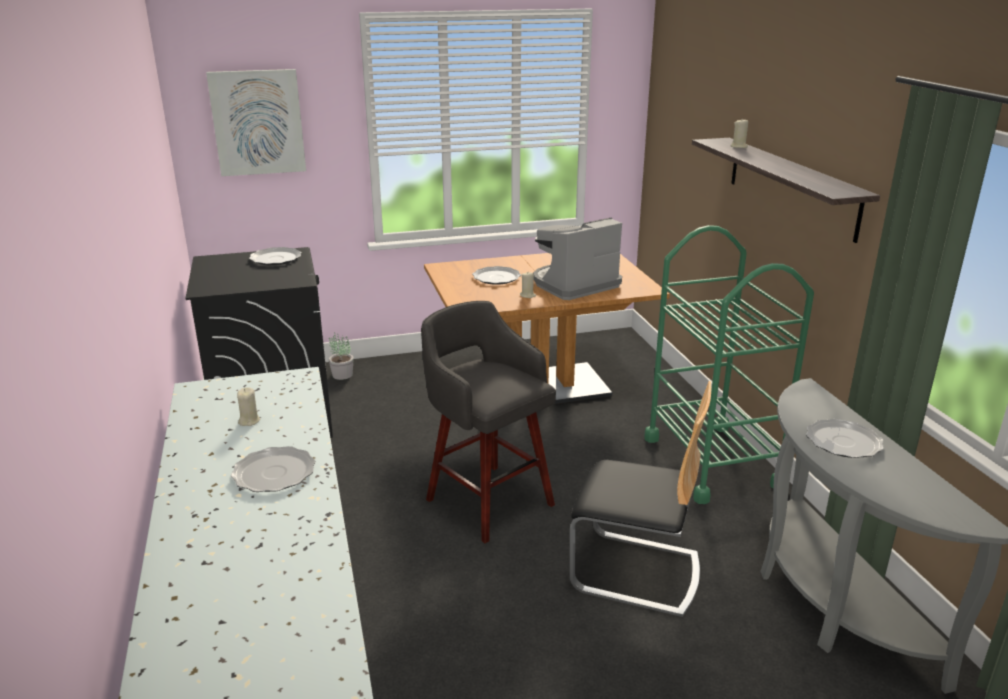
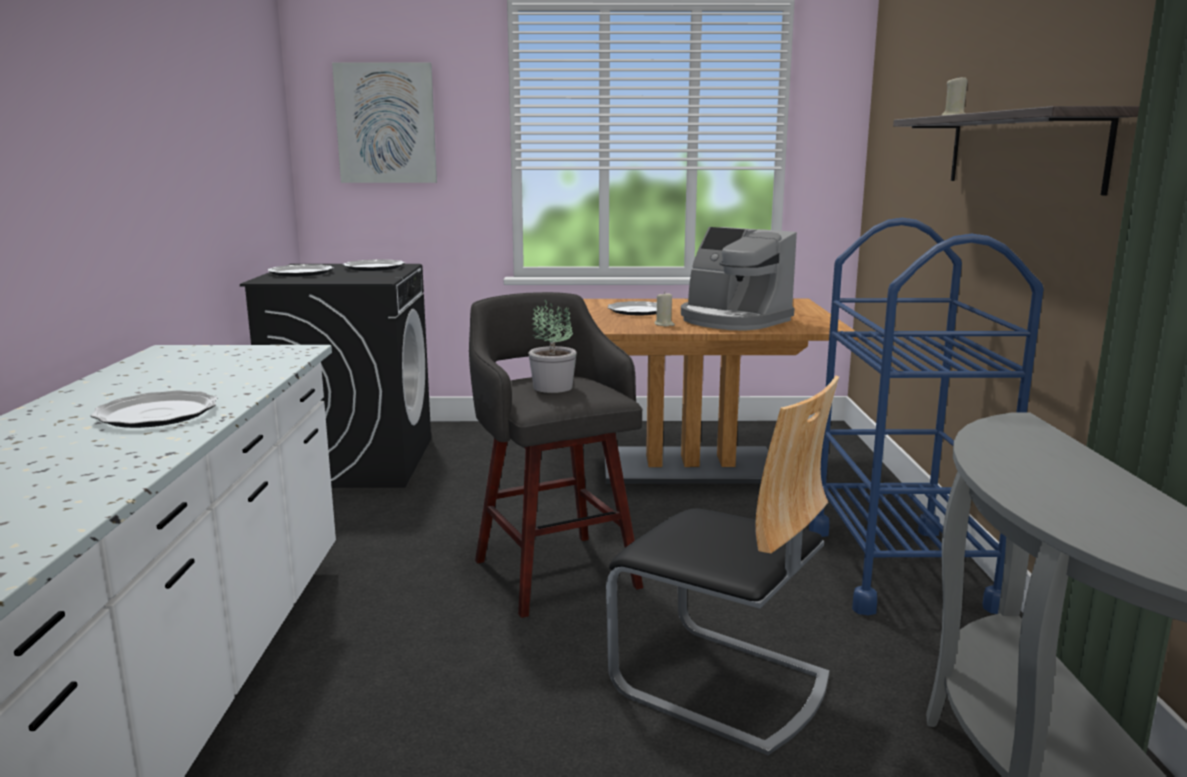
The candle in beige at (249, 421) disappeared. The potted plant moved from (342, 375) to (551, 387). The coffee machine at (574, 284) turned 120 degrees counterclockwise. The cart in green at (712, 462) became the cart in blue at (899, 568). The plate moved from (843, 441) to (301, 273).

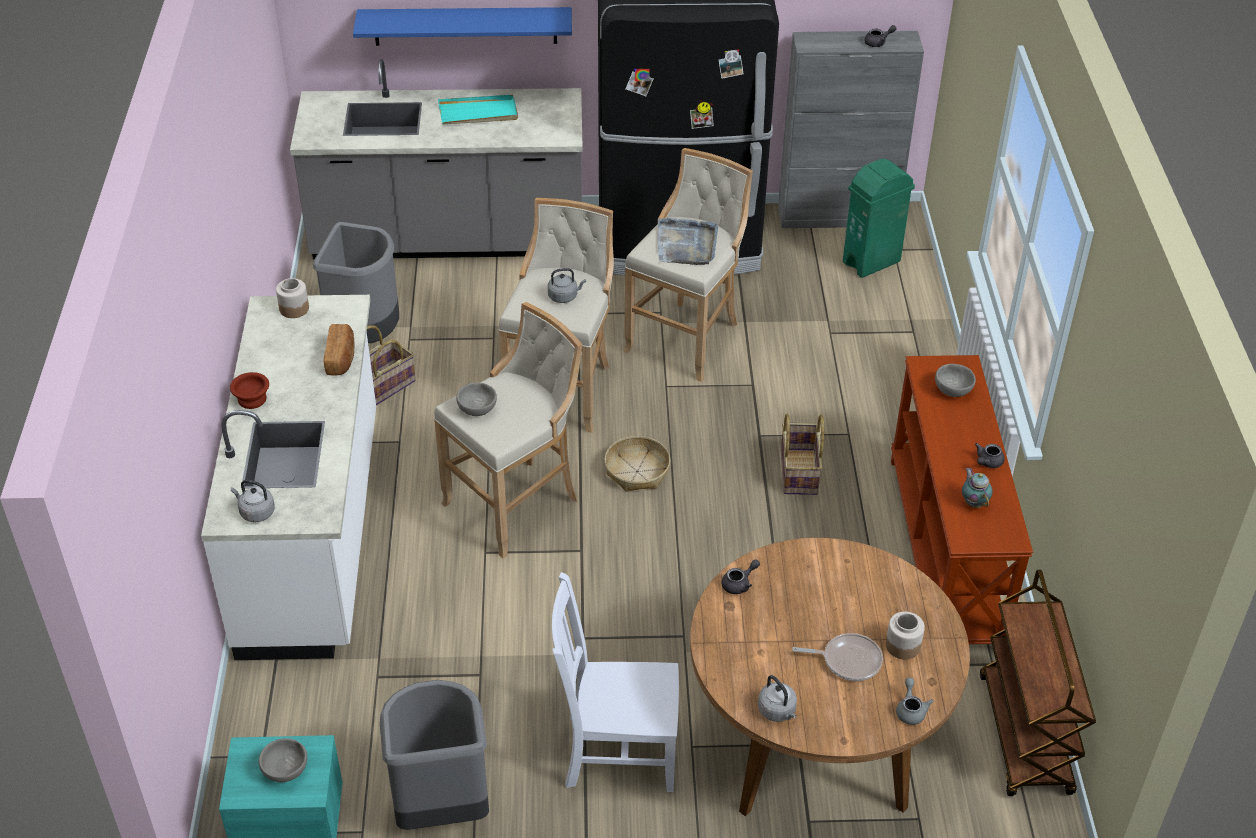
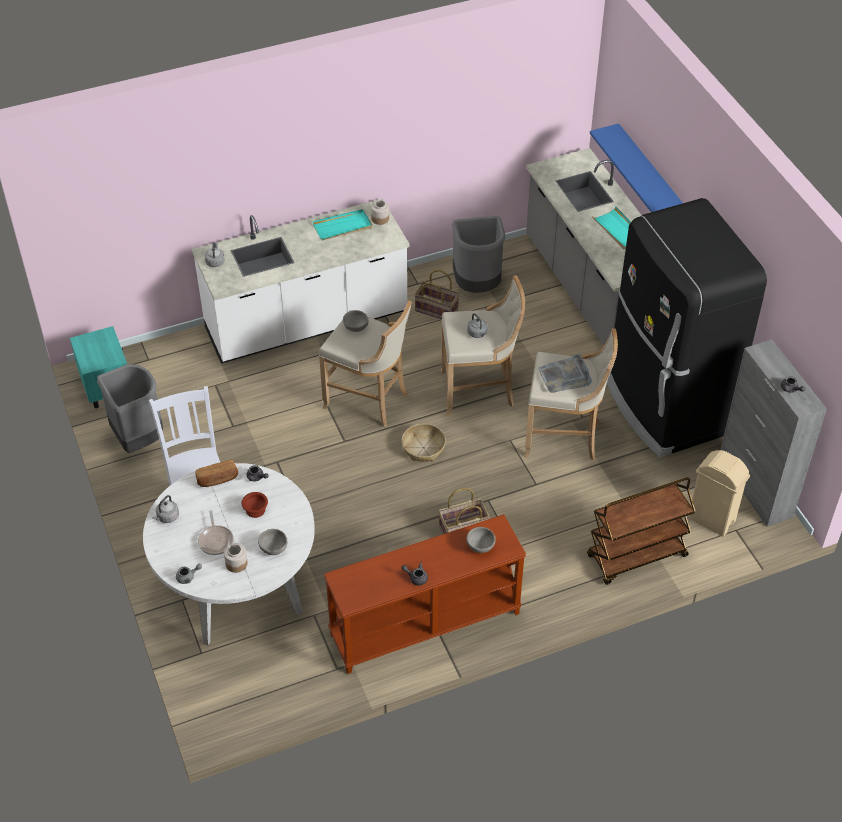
The bowl in brown moved from (251, 398) to (256, 509). The bowl in grey moved from (284, 770) to (273, 547). The bread moved from (341, 358) to (217, 479). The dining table in brown at (814, 744) became the dining table in white at (238, 590). The trash can in green at (872, 262) became the trash can in beige at (712, 520). The teapot at (973, 502) disappeared. The cart in brown moved from (1025, 735) to (636, 557). The tray in turquoise at (343, 227) appeared.

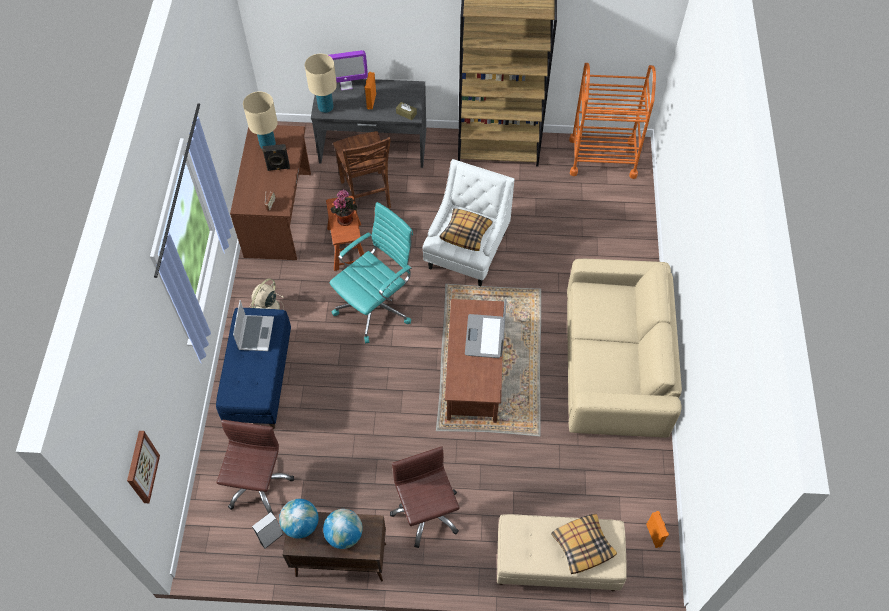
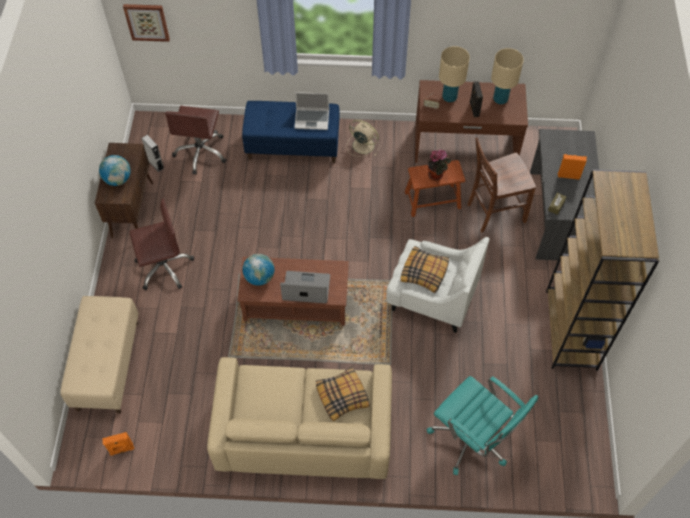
The office chair in brown at (257, 484) turned 90 degrees clockwise. The globe moved from (301, 525) to (259, 277). The table lamp in beige moved from (325, 108) to (449, 97). The monitor at (346, 85) disappeared. The office chair in turquoise moved from (376, 306) to (473, 439). The pillow moved from (582, 545) to (343, 396). The cart in orange at (602, 157) disappeared.

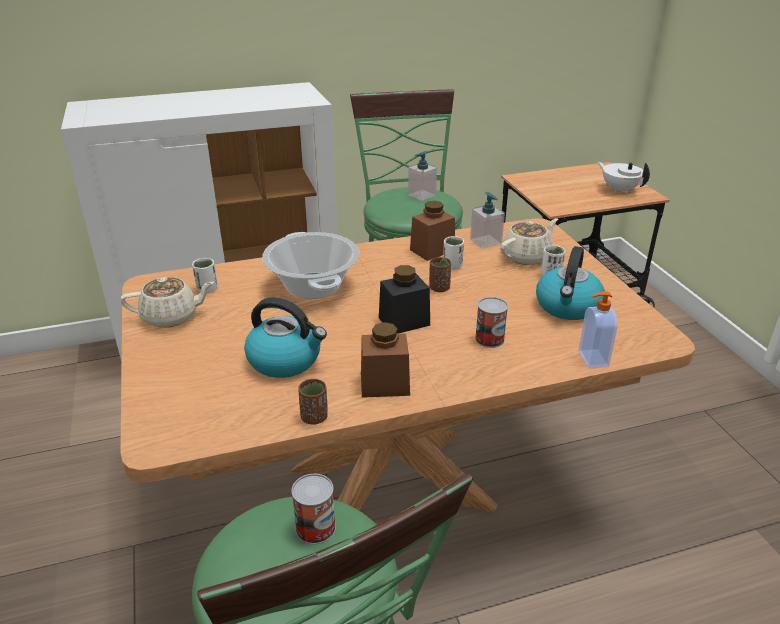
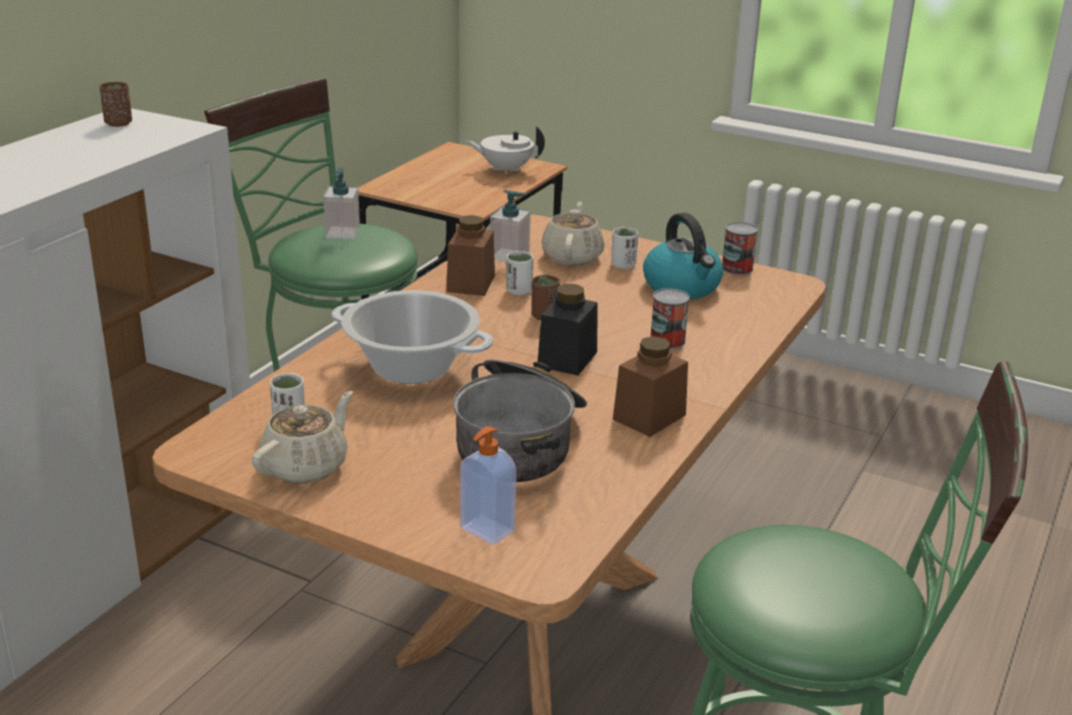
The kettle at (286, 360) was replaced by the cooking pot at (521, 443). The can moved from (315, 528) to (737, 268). The cup in brown moved from (314, 417) to (118, 123). The soap dispenser moved from (592, 359) to (486, 530).

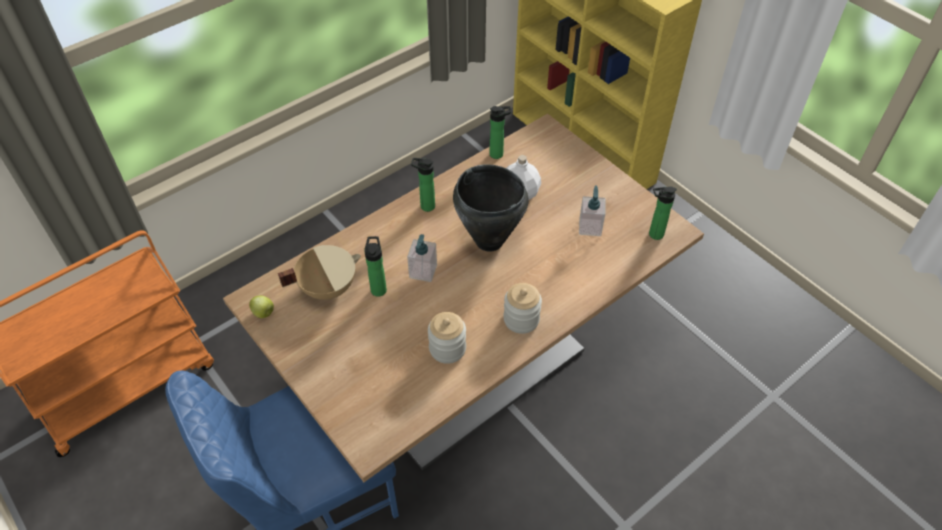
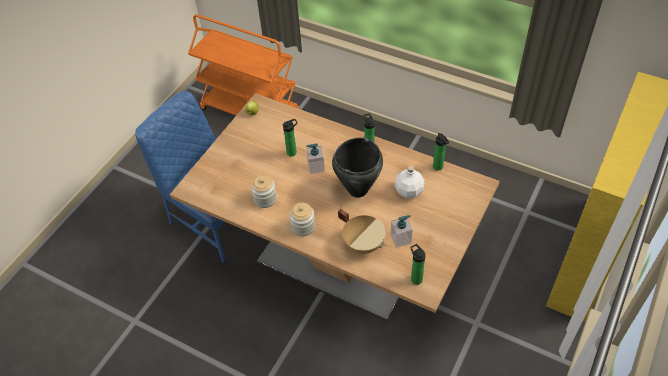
The cooking pot in beige moved from (327, 287) to (364, 243).

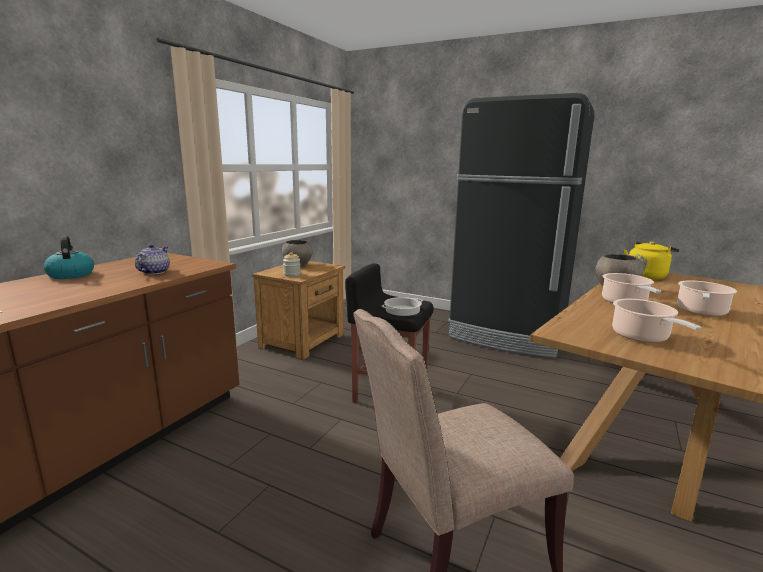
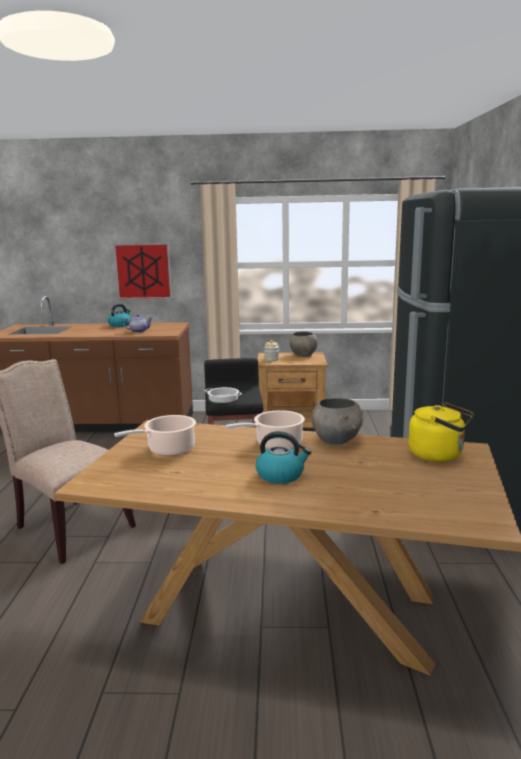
The cooking pot at (701, 312) was replaced by the kettle at (281, 475). The picture at (143, 271) appeared.

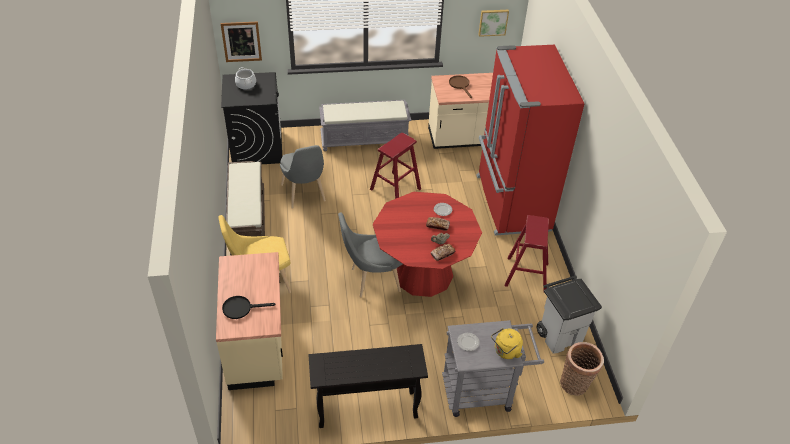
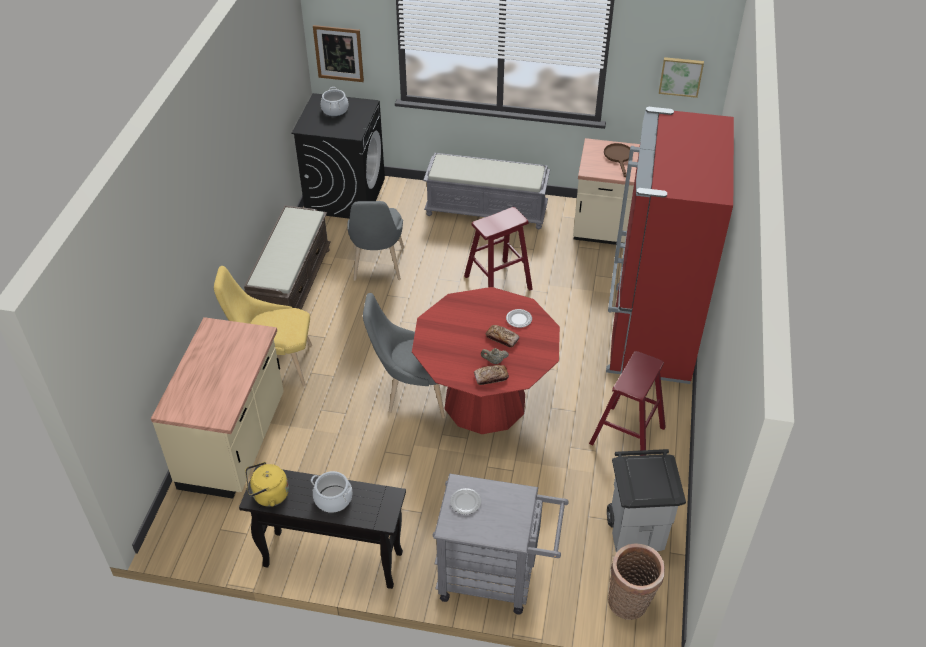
The frying pan in black at (241, 308) disappeared. The kettle in yellow moved from (505, 351) to (268, 495). The cooking pot at (333, 499) appeared.

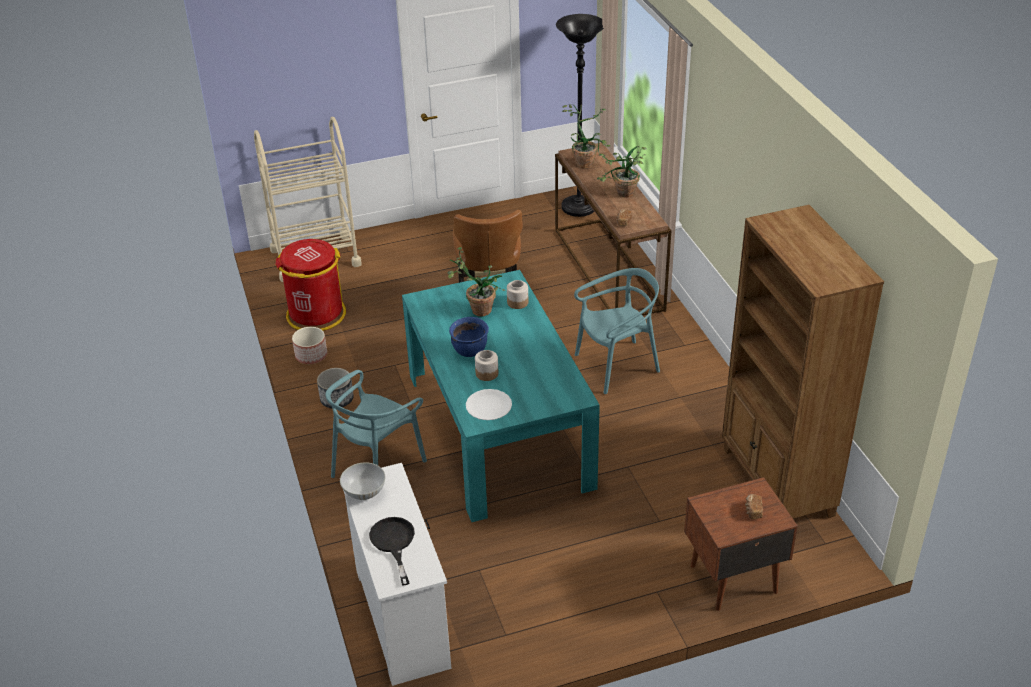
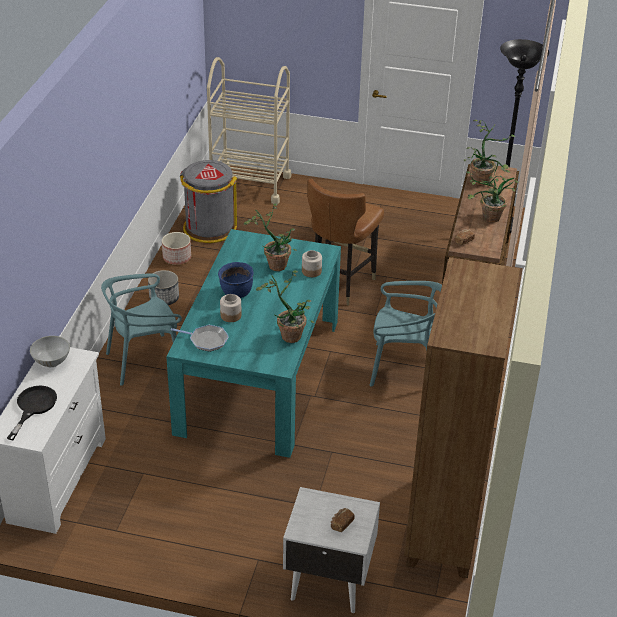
The trash can in red at (316, 314) became the trash can in grey at (209, 228). The plate in white at (488, 406) was replaced by the frying pan at (206, 340). The nightstand in brown at (732, 578) became the nightstand in white at (327, 581). The potted plant at (289, 333) appeared.

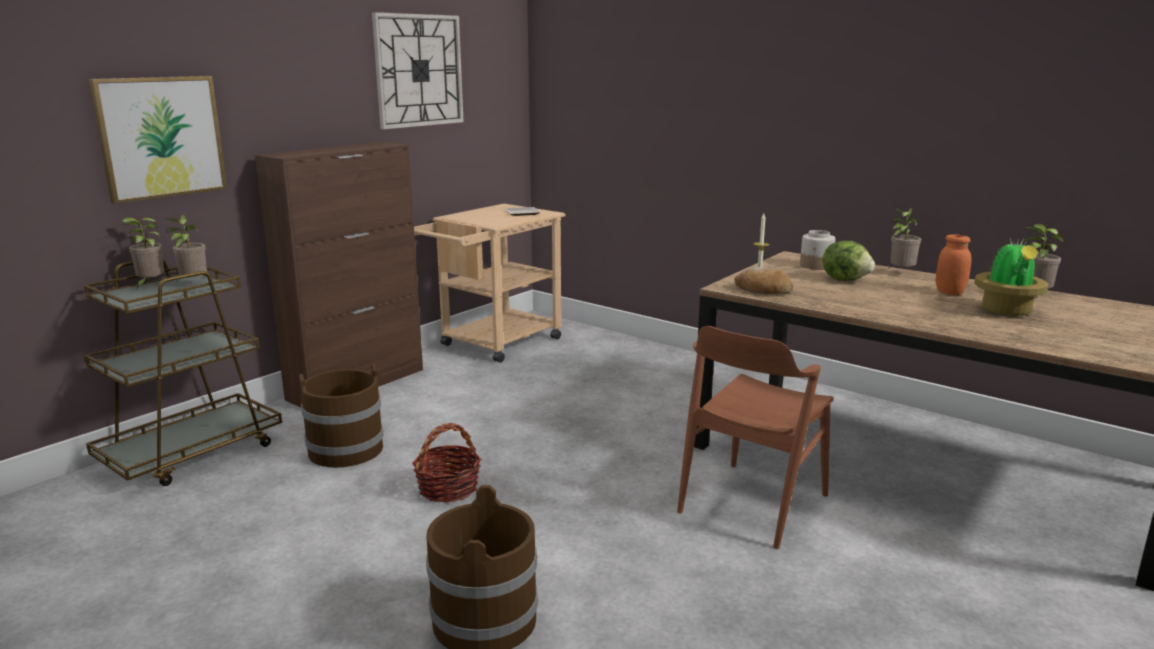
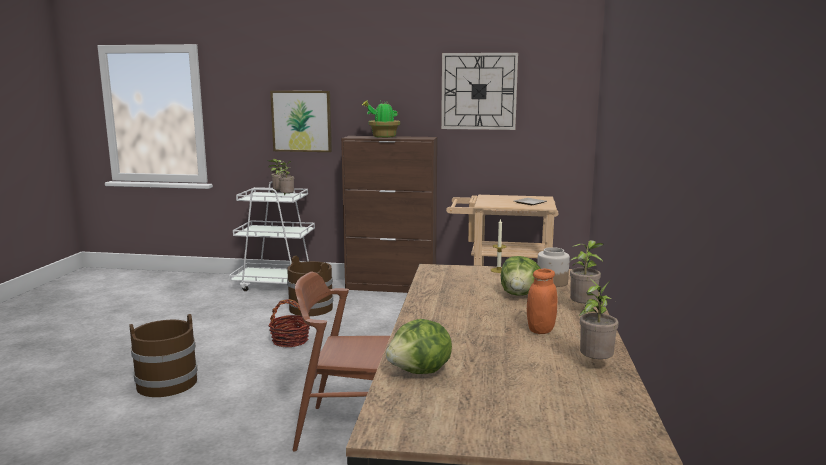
The cart in brown at (192, 453) became the cart in white at (278, 285). The bread at (763, 290) disappeared. The potted plant moved from (1006, 311) to (383, 137). The lettuce at (420, 372) appeared.

